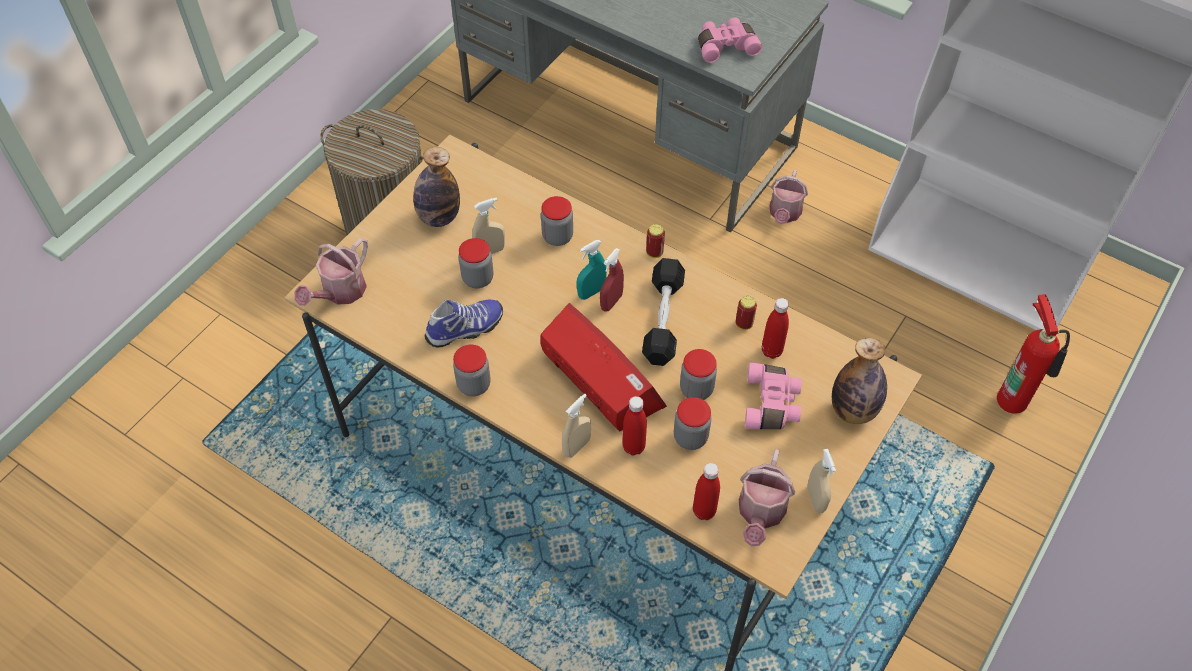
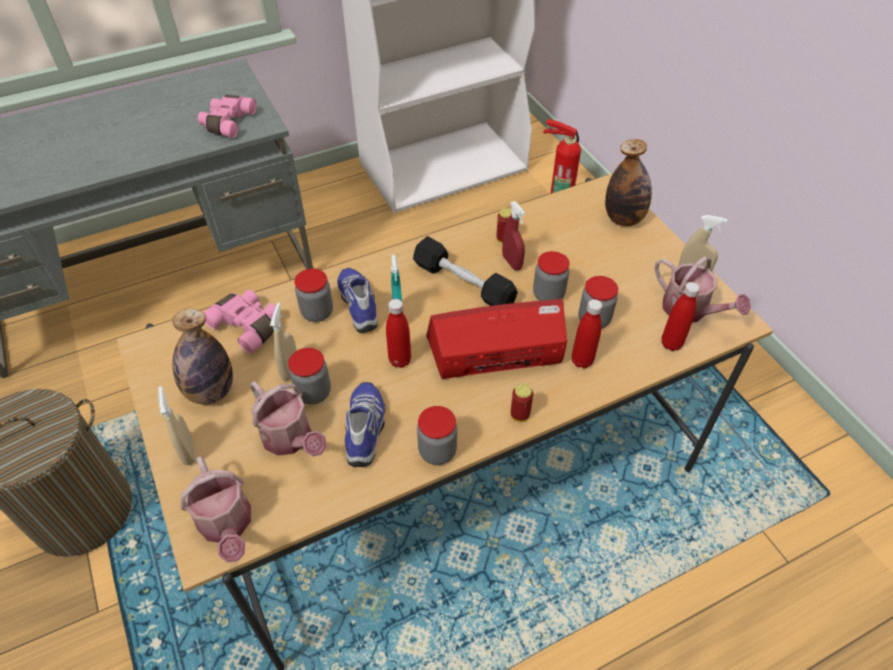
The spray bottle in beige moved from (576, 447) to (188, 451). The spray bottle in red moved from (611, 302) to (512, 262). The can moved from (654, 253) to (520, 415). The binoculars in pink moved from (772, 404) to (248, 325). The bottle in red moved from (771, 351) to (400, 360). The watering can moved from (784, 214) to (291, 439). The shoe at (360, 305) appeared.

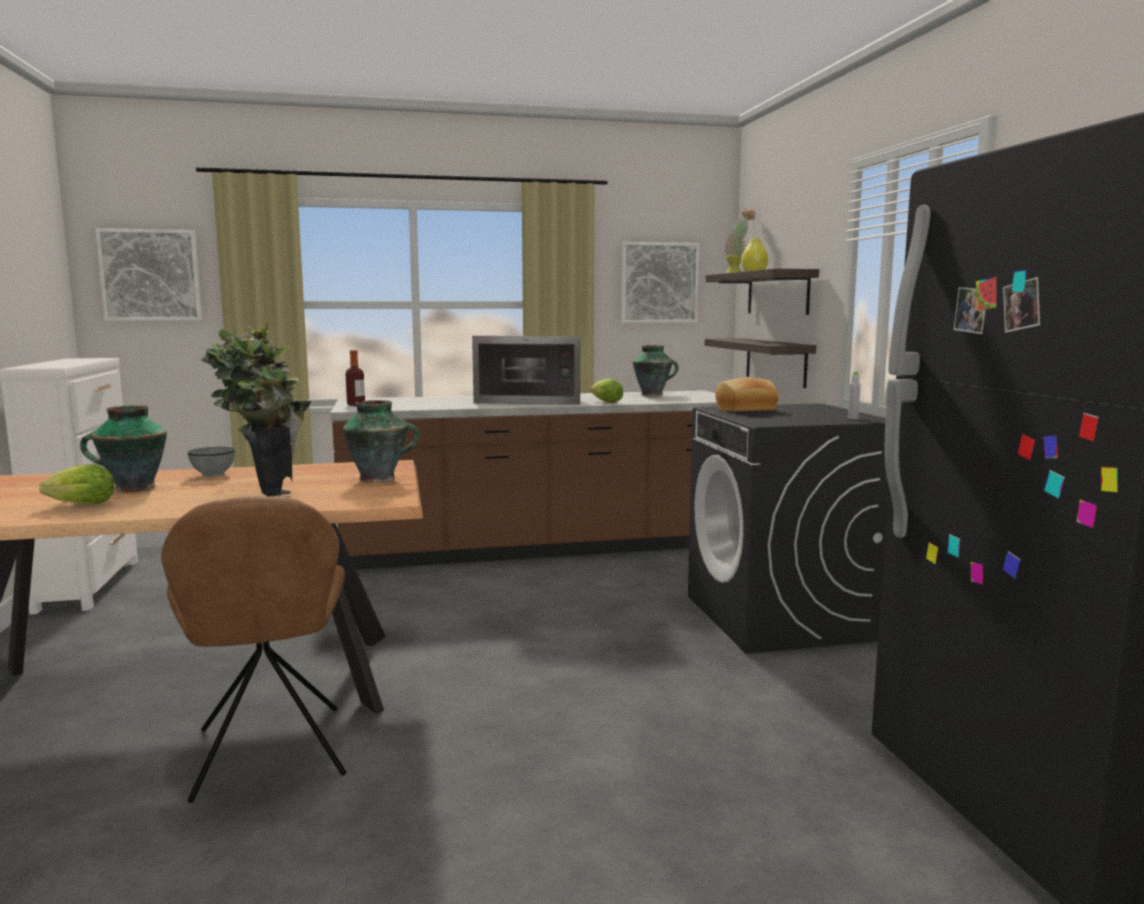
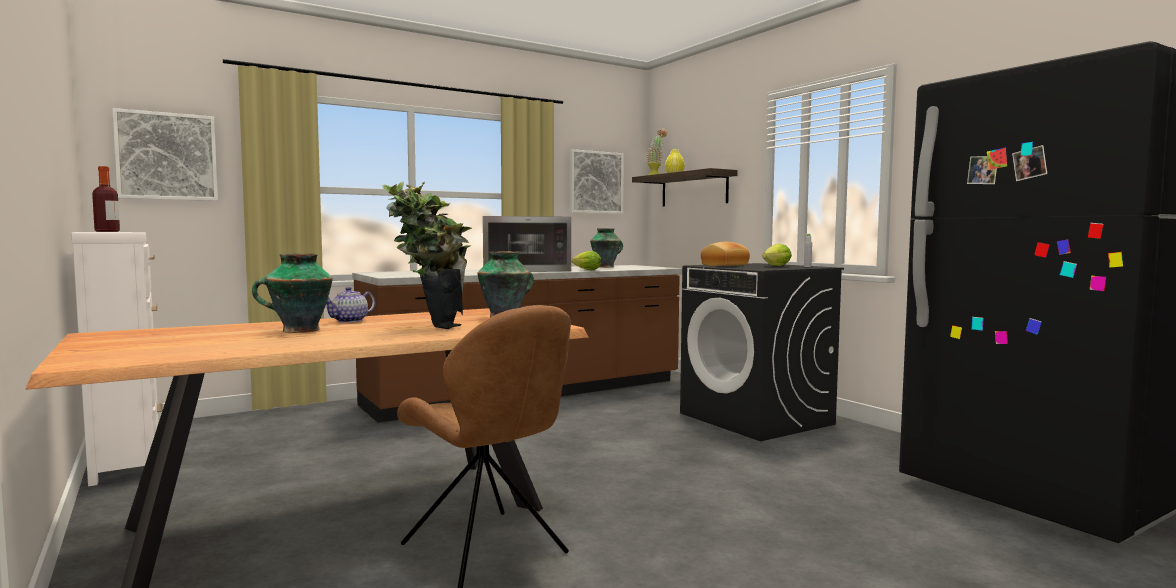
The lettuce moved from (78, 505) to (775, 266). The bowl in grey at (213, 475) was replaced by the teapot at (349, 321). The bottle moved from (356, 405) to (107, 231). The shelf at (775, 361) disappeared.

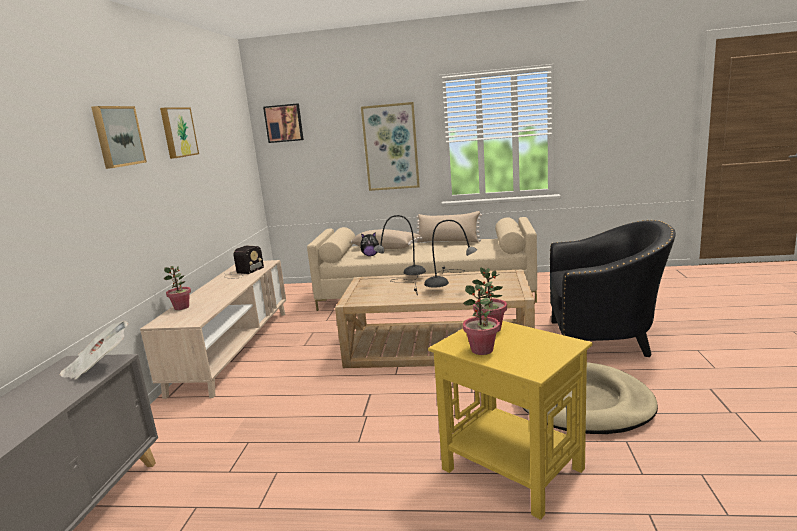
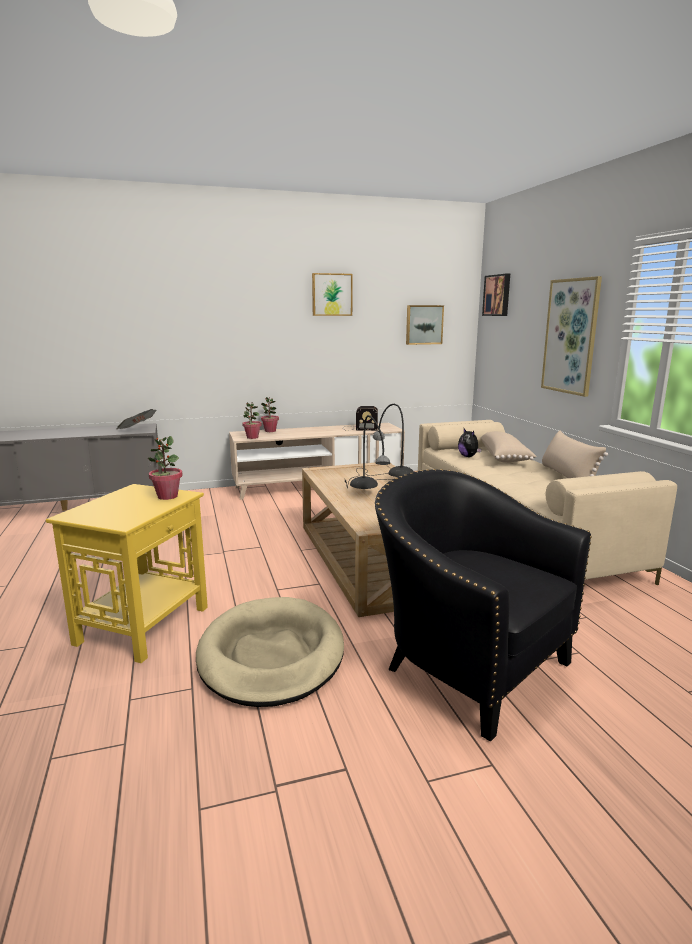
The picture moved from (117, 136) to (424, 324). The potted plant moved from (482, 350) to (252, 437). The armchair in black at (605, 340) turned 150 degrees clockwise.

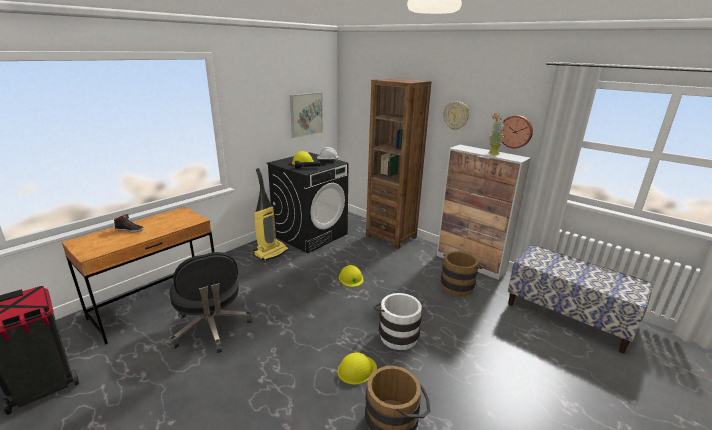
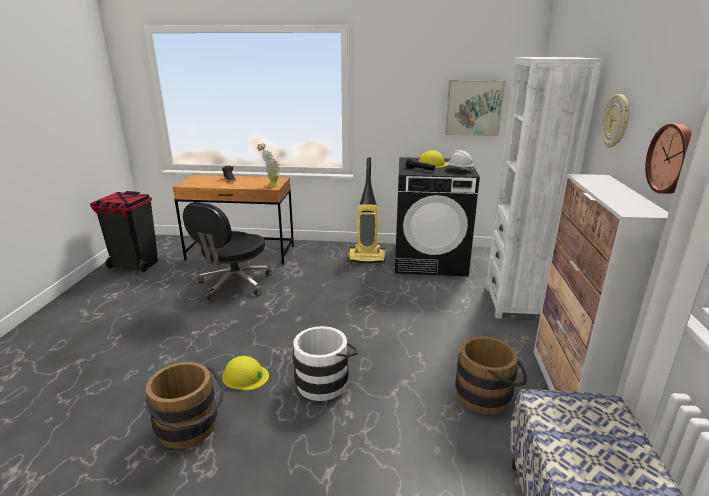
The hard hat in yellow at (351, 278) disappeared. The bookcase in brown at (391, 237) became the bookcase in white at (516, 303). The potted plant moved from (493, 154) to (270, 186).

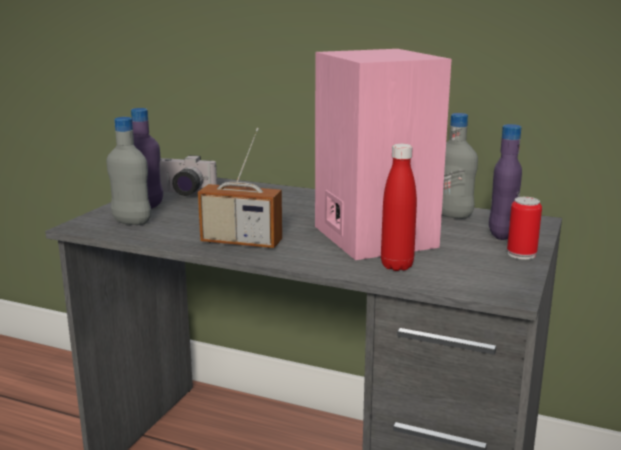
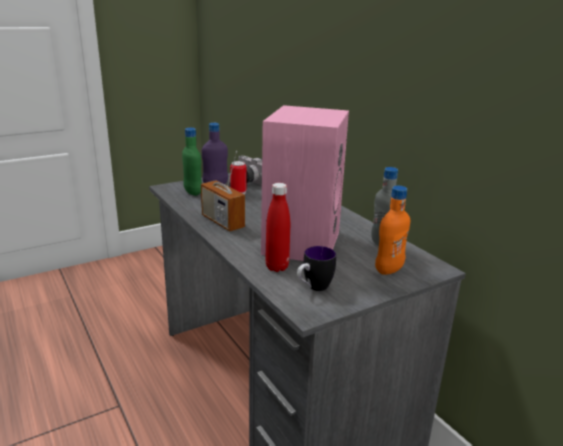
The bottle in grey at (131, 222) became the bottle in green at (193, 192). The bottle in purple at (501, 234) became the bottle in orange at (388, 270). The can moved from (521, 254) to (238, 192). The mug at (313, 288) appeared.

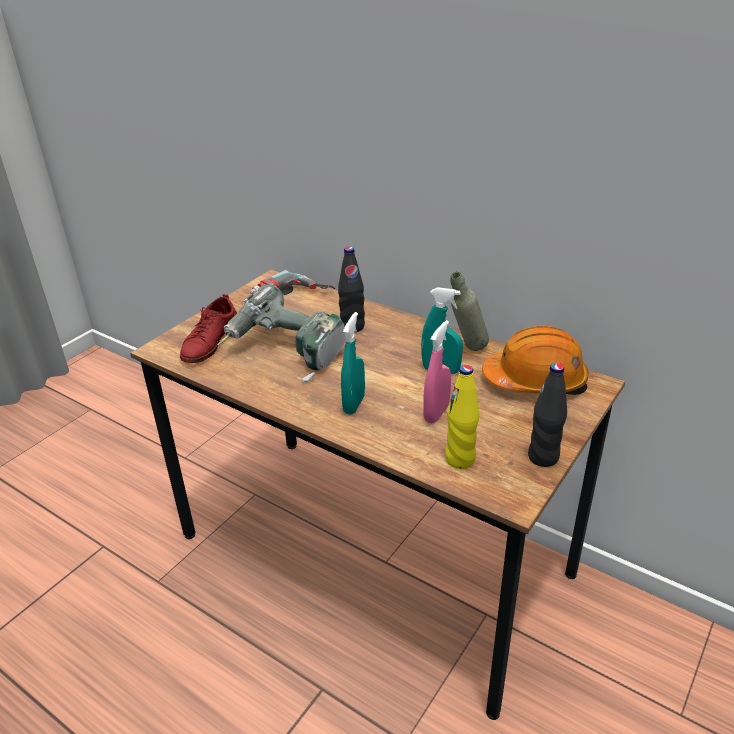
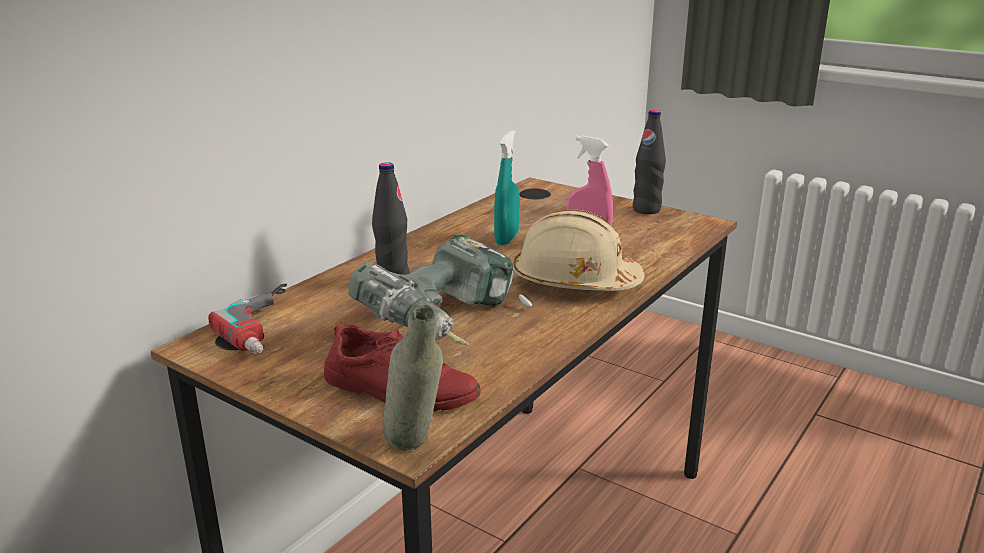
The spray bottle in turquoise at (354, 404) was replaced by the hard hat in beige at (575, 281). The bottle in yellow at (460, 459) disappeared. The bottle in grey moved from (467, 350) to (415, 453). The hard hat in orange at (535, 380) disappeared.

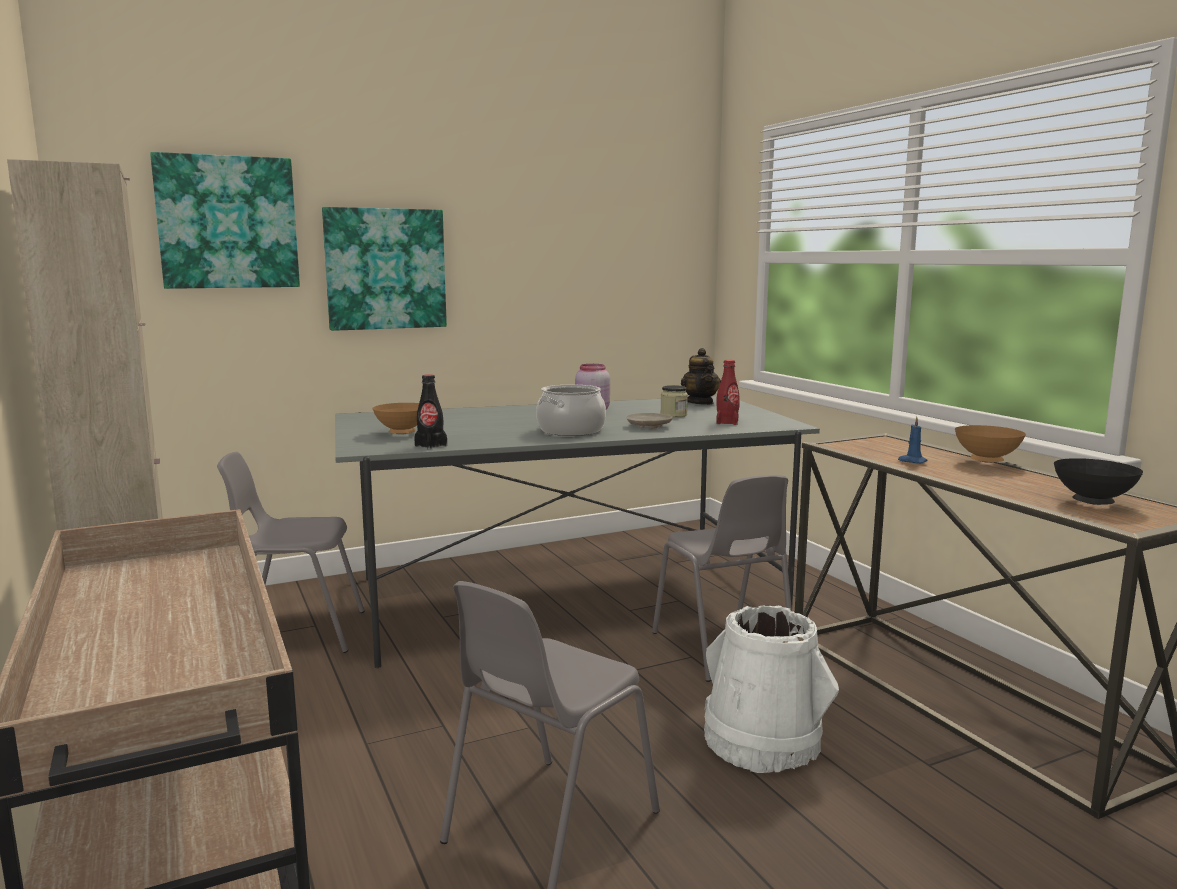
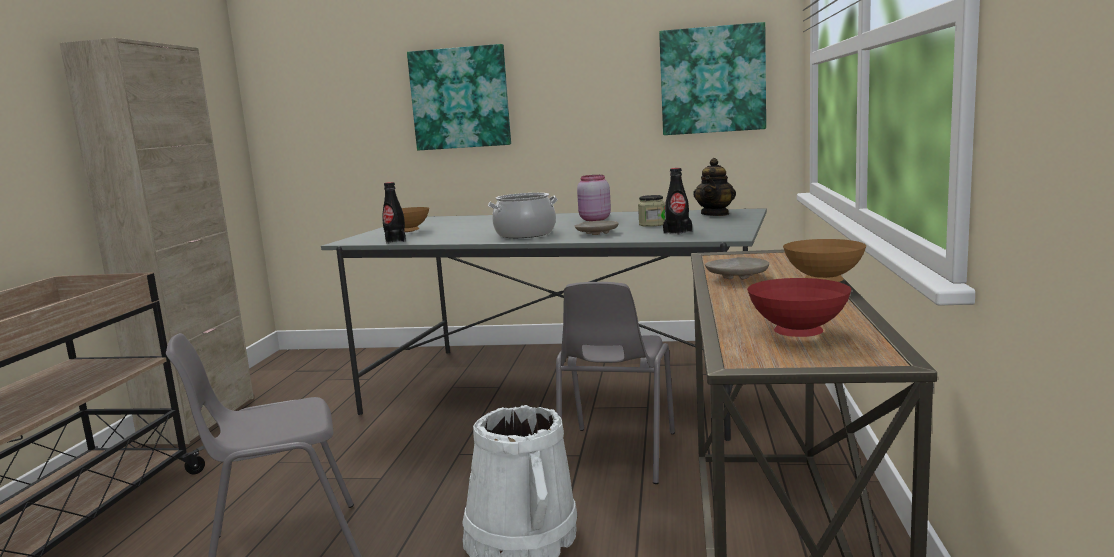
The picture moved from (227, 222) to (712, 80). The chair in grey at (297, 633) disappeared. The bottle in red at (727, 422) became the bottle in black at (677, 232). The candle in blue at (911, 461) was replaced by the plate in beige at (737, 276). The bowl in black at (1094, 503) became the bowl in red at (799, 334).

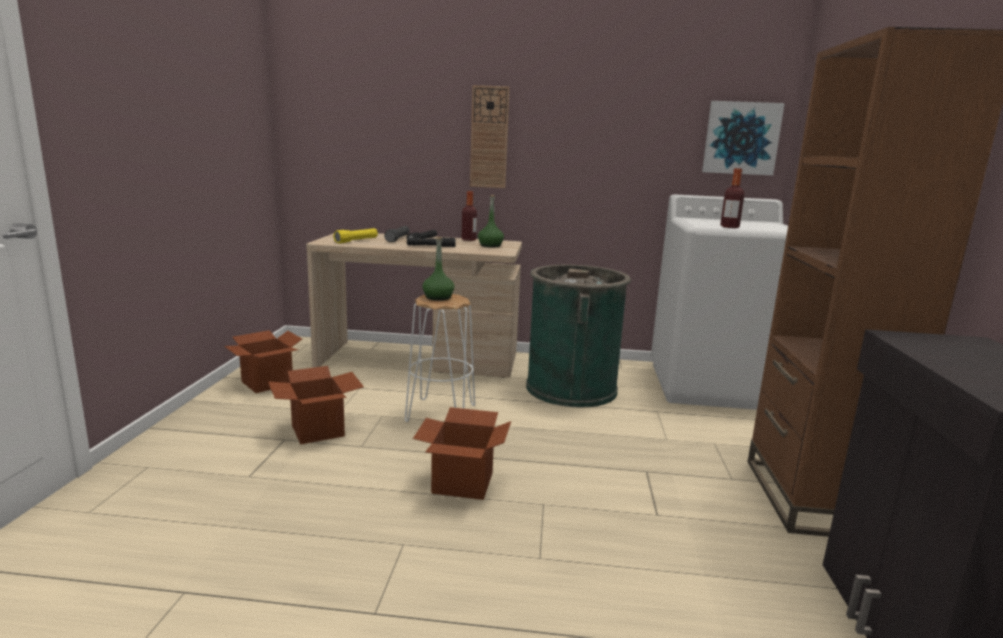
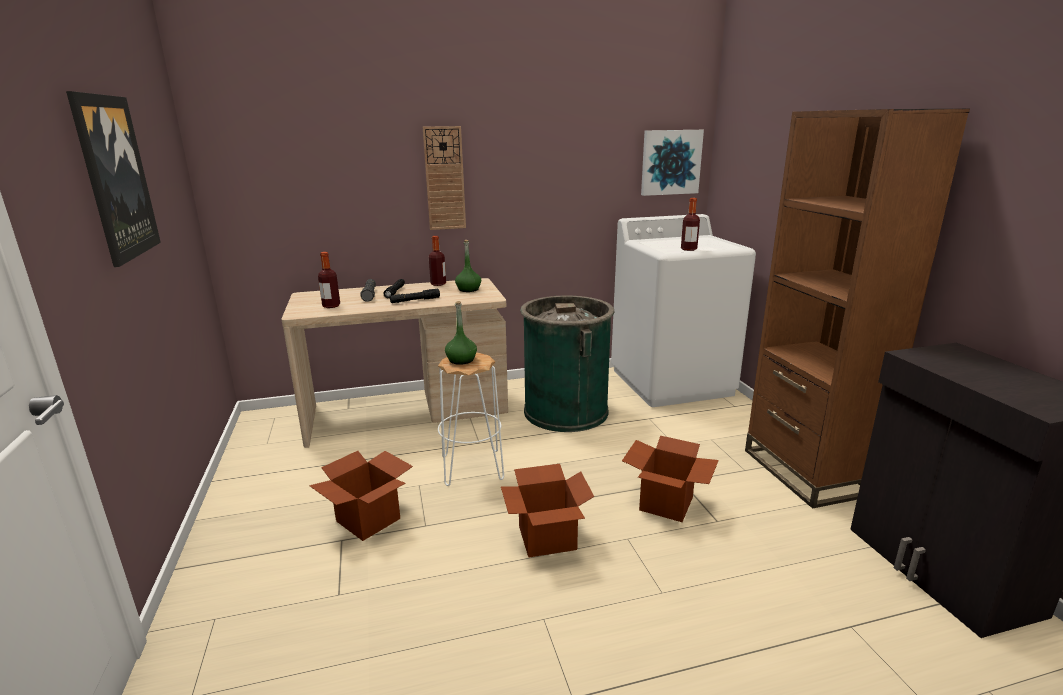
The cardboard box moved from (267, 383) to (666, 503). The flashlight in yellow at (356, 241) was replaced by the bottle at (331, 306). The picture at (115, 178) appeared.

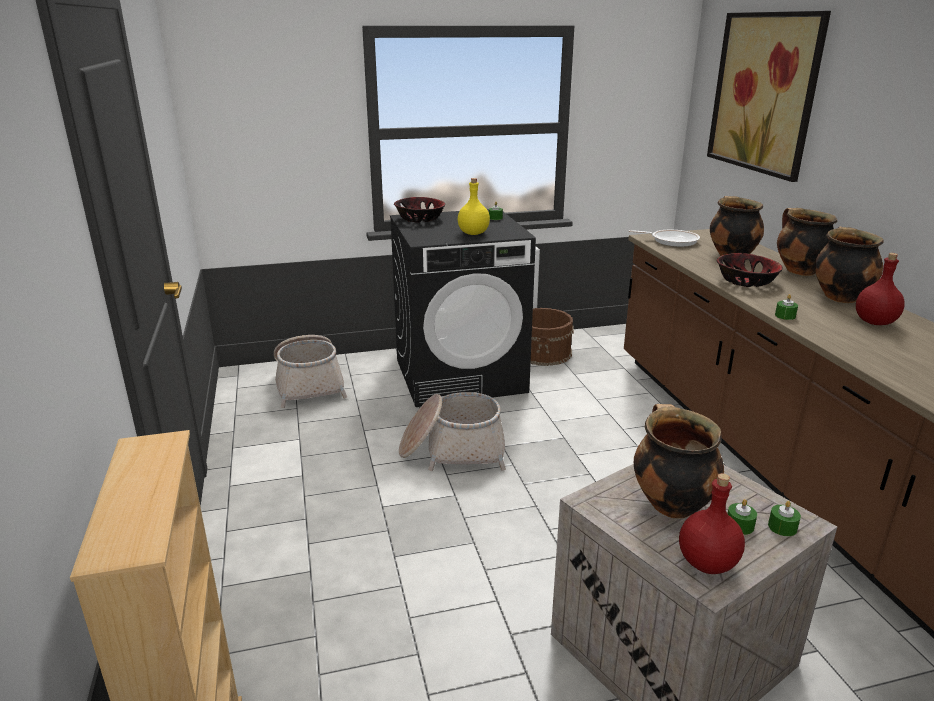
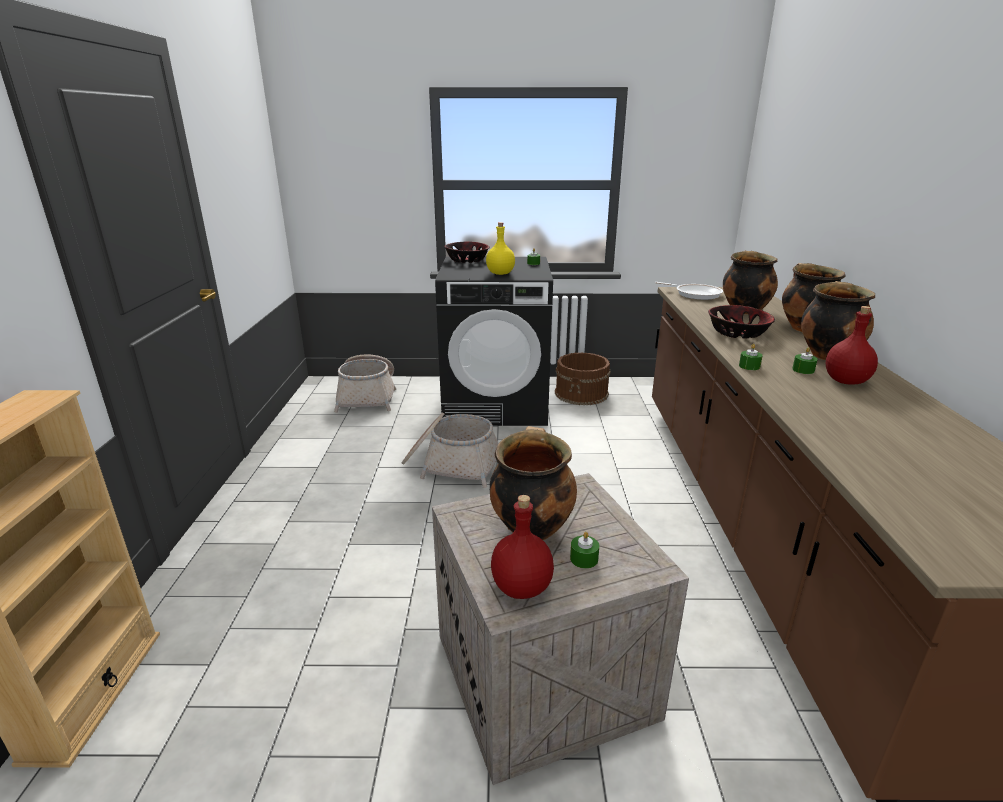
The picture at (764, 93) disappeared. The candle in green moved from (782, 527) to (803, 370).

